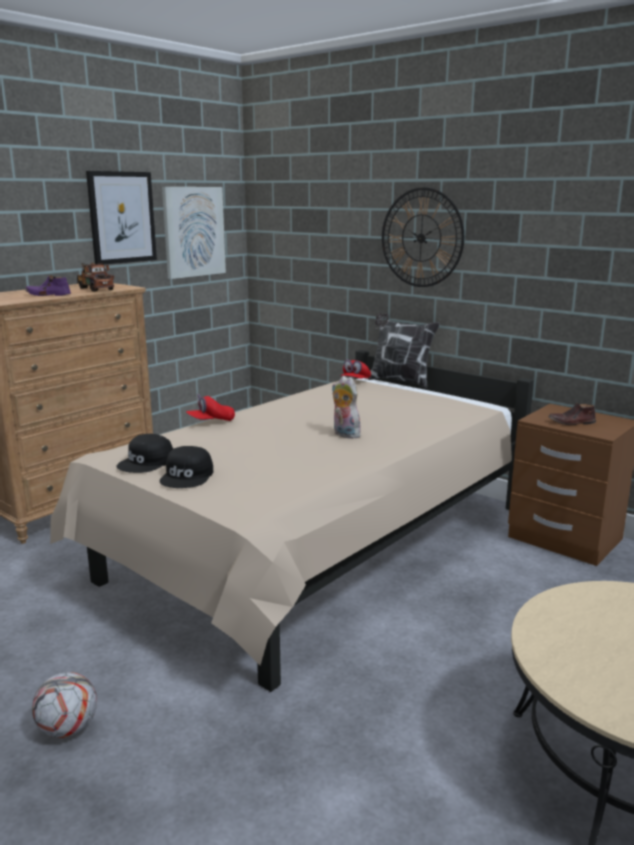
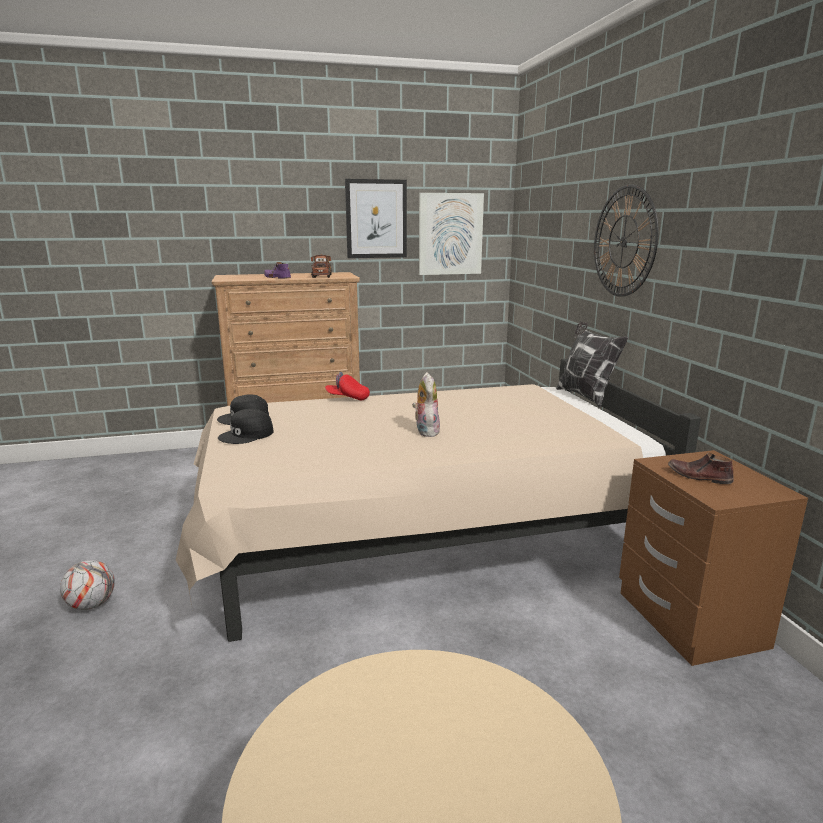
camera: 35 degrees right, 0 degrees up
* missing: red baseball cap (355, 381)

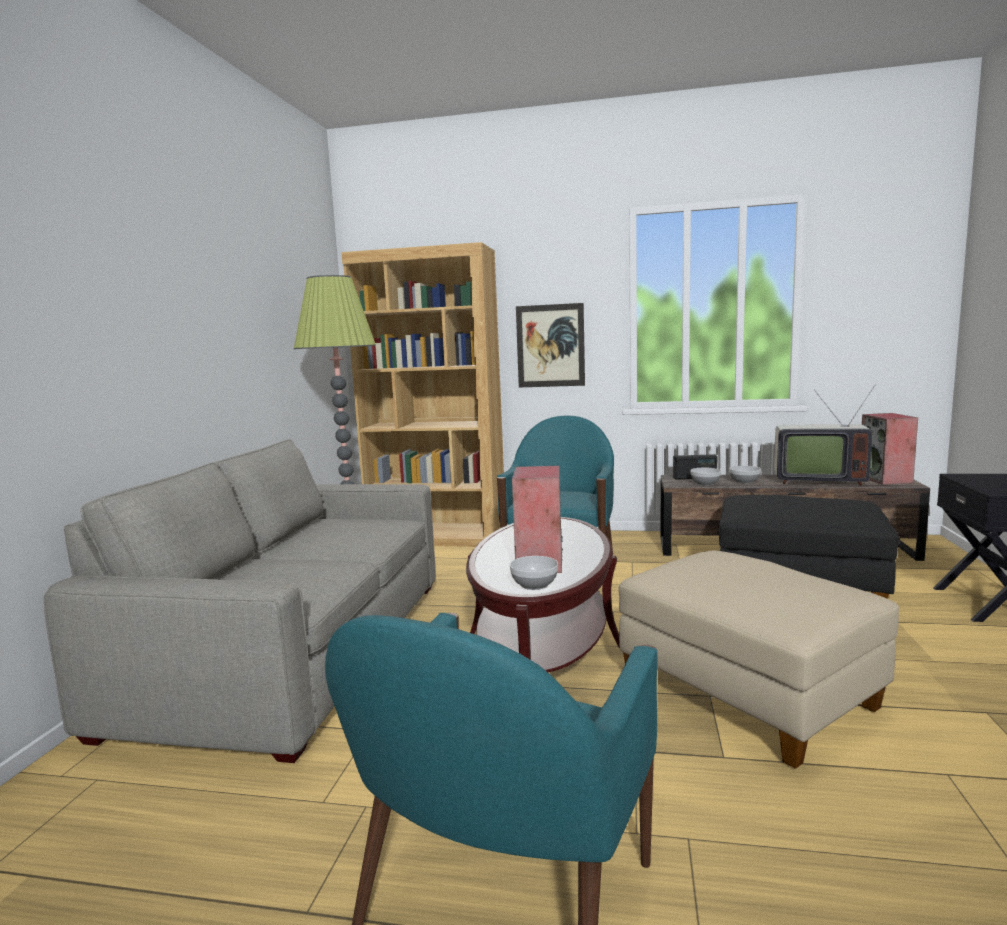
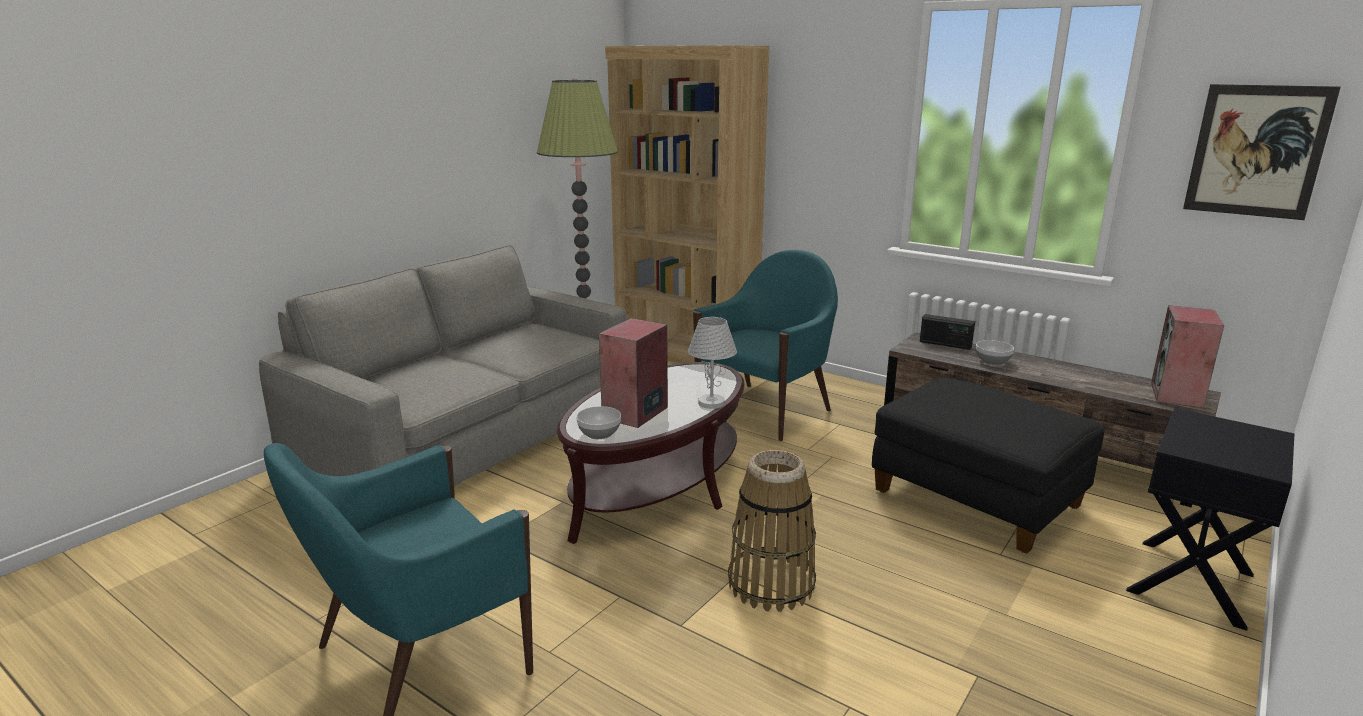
camera: 25 degrees right, 10 degrees up
* relocated: wall art (550, 346) to (1257, 151)
* missing: TV set (817, 480)
* missing: bowl (705, 483)
* exchanged: beige-coloured pouffe (748, 694) to household basket (771, 584)
* appeared: white table lamp (711, 403)

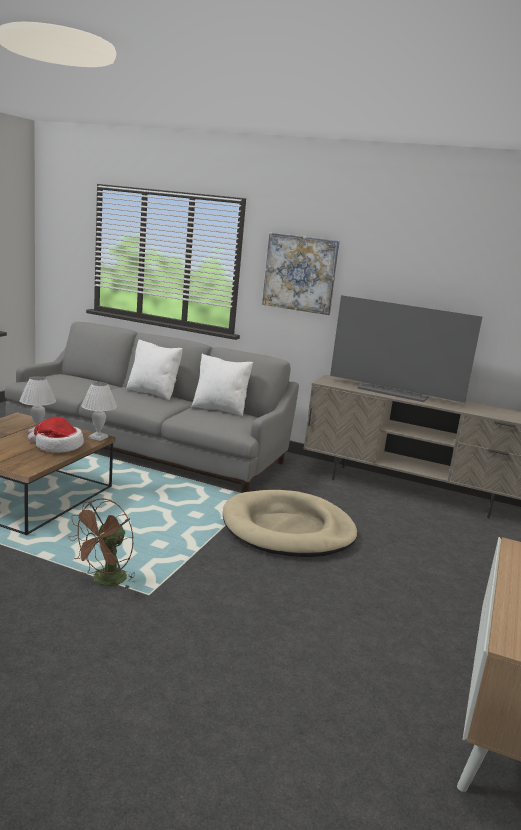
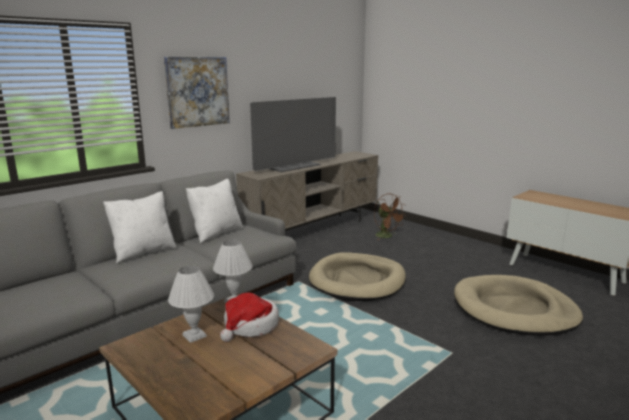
camera: 65 degrees left, 0 degrees up
* relocated: brown-coloured electric fan (105, 581) to (387, 236)
* appeared: beige-coloured dog bed (514, 310)

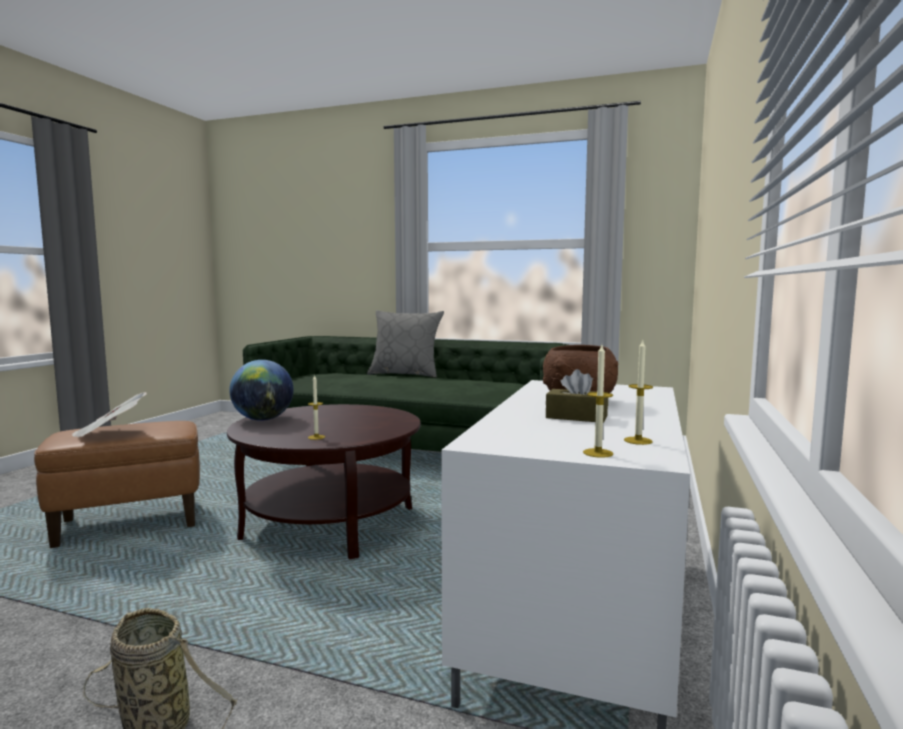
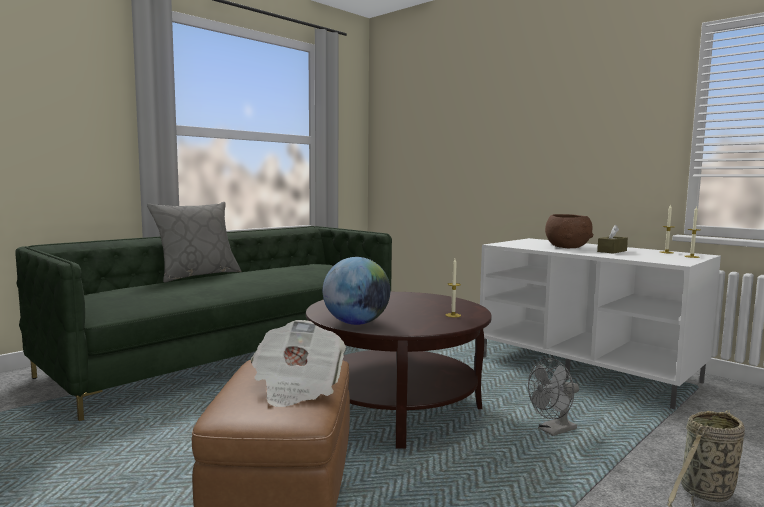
camera: 65 degrees left, 0 degrees up
* appeared: grey electric fan (553, 431)

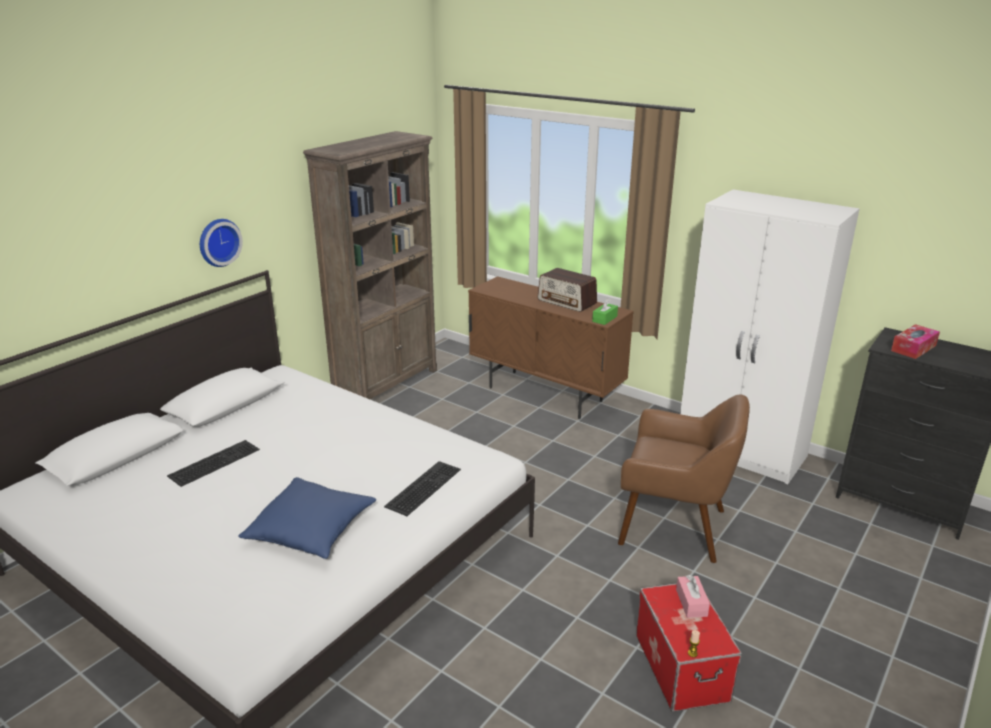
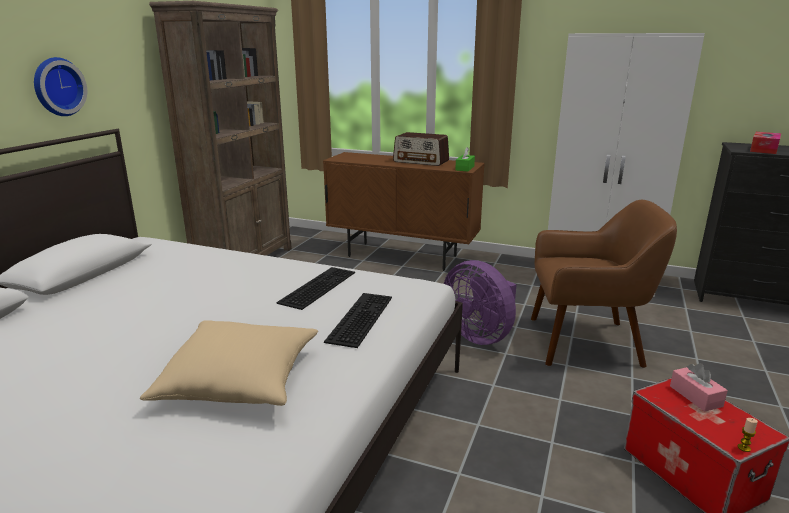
camera: 15 degrees left, 5 degrees down
* relocated: PC keyboard (214, 461) to (317, 286)
* colour: blue cushion (311, 530) to beige-coloured cushion (240, 380)
* appeared: purple electric fan (480, 335)

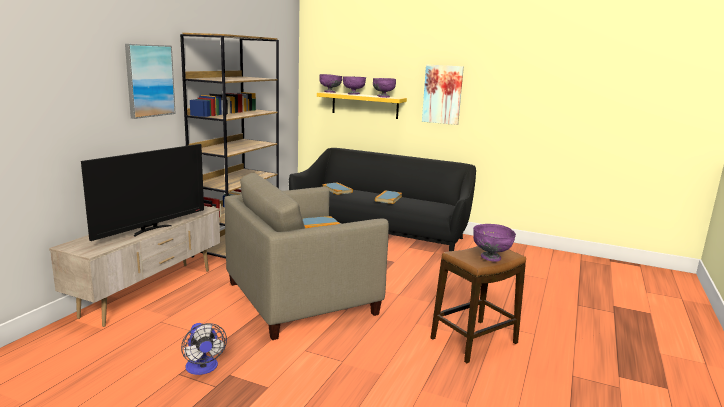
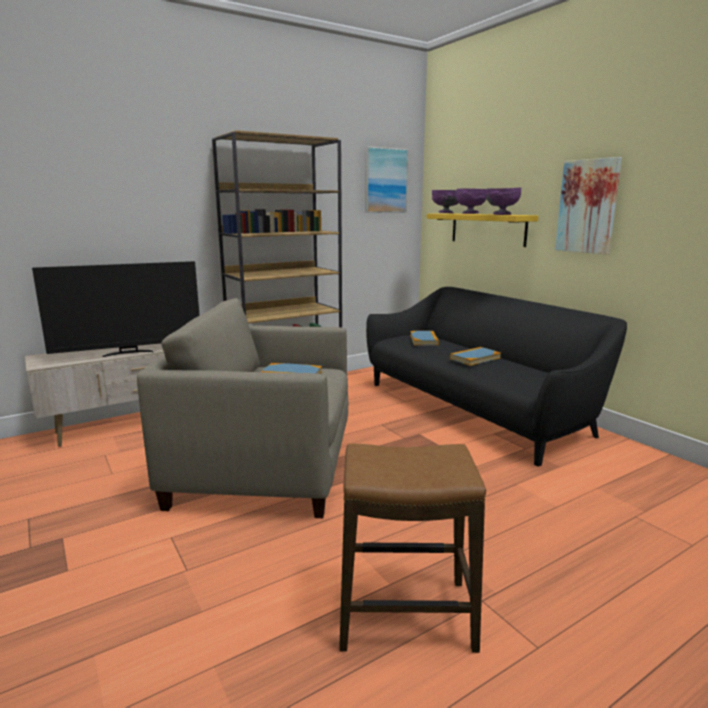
camera: 35 degrees right, 0 degrees up
* relocated: wall art (150, 80) to (385, 180)
* missing: purple bowl (490, 258)
* missing: electric fan (203, 368)

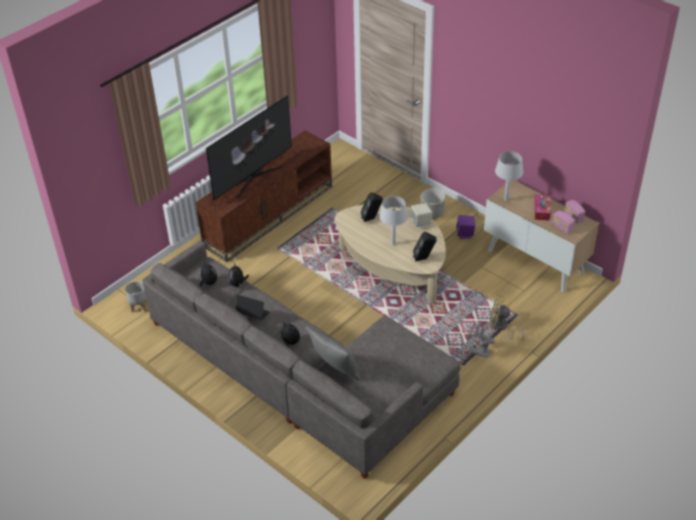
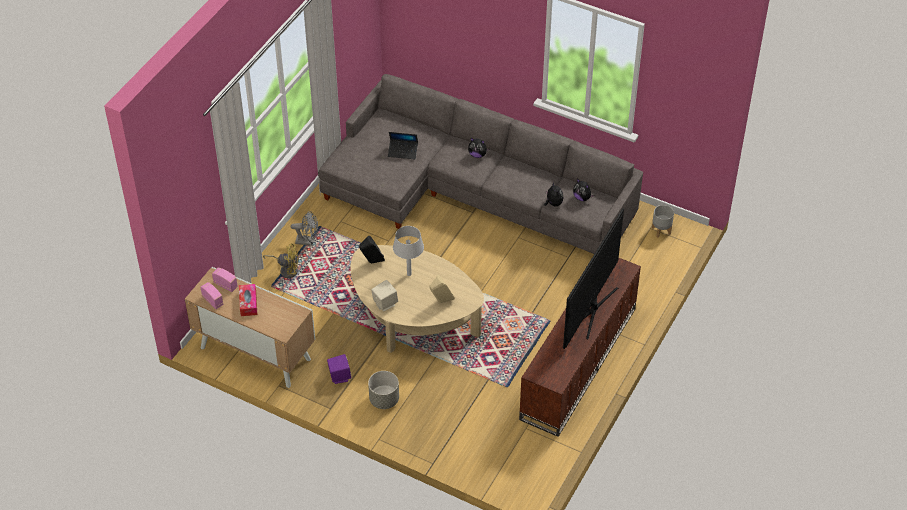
camera: 165 degrees right, 5 degrees up
* missing: grey table lamp (506, 199)
* colour: black loudspeaker (372, 218) to beige-coloured loudspeaker (441, 301)
* relocated: laptop (253, 314) to (403, 152)
* missing: grey cushion (335, 370)

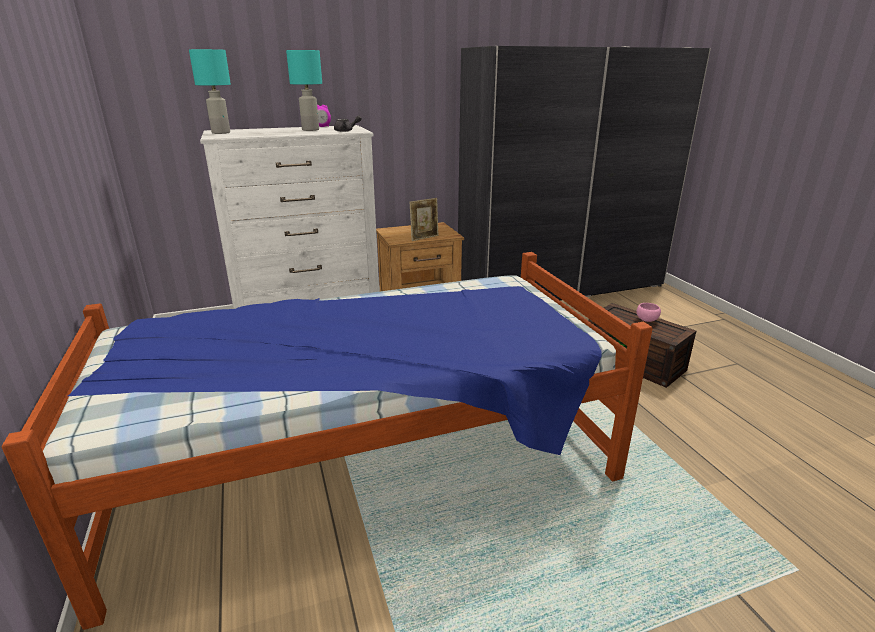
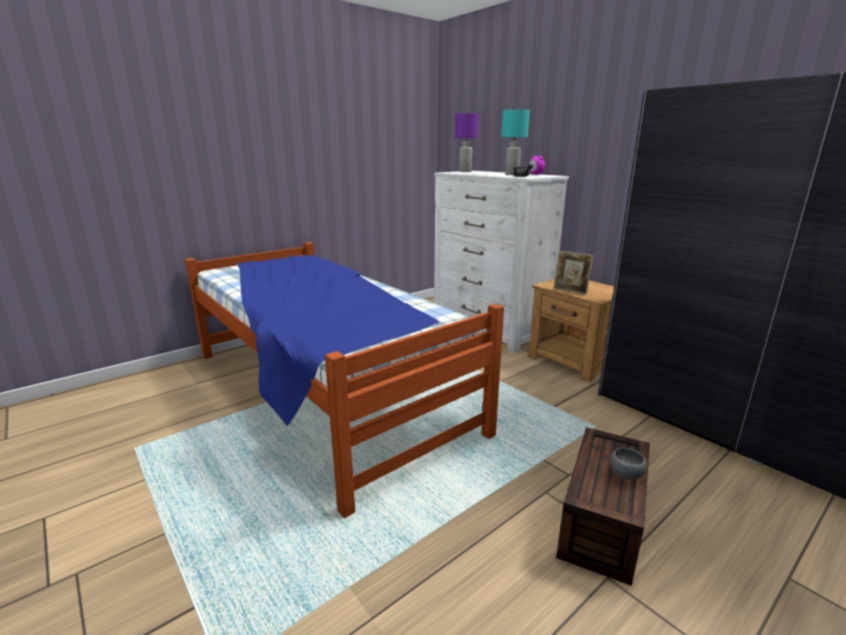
camera: 70 degrees right, 5 degrees down
* colour: turquoise-coloured table lamp (220, 133) to purple table lamp (465, 171)
* colour: pinkish bowl (646, 319) to grey bowl (626, 474)

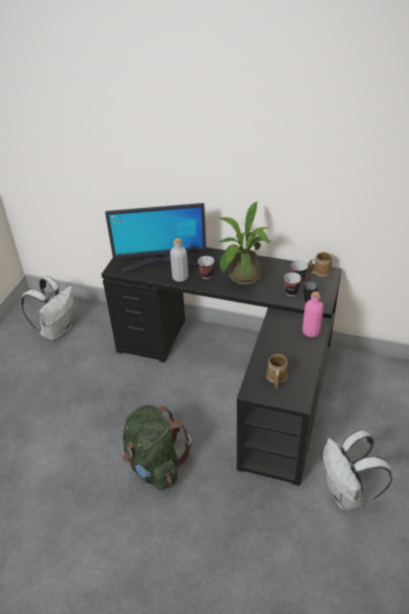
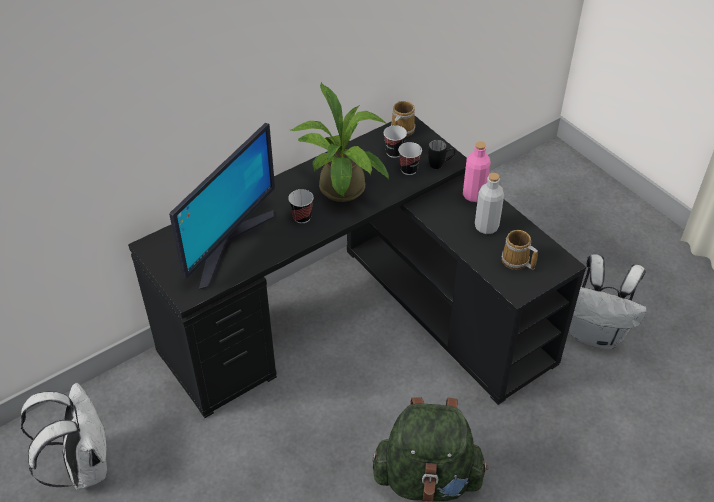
camera: 55 degrees left, 5 degrees up
* relocated: grey beverage bottle (180, 277) to (486, 227)

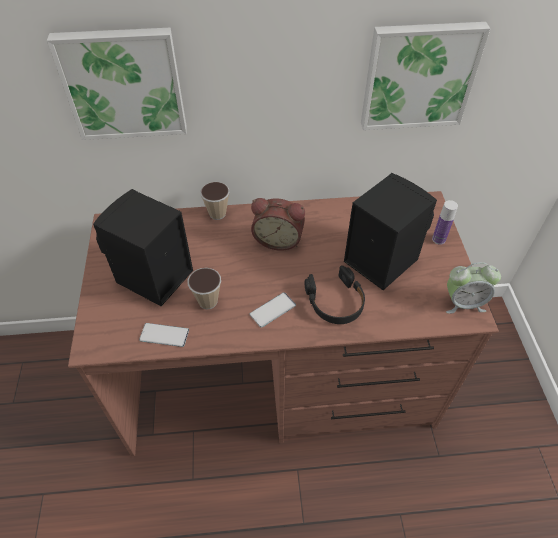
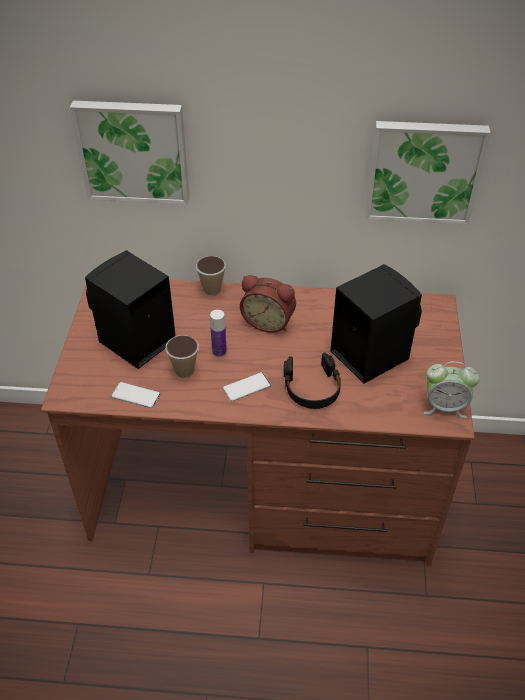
camera: 10 degrees right, 5 degrees down
* relocated: beverage bottle (438, 239) to (219, 352)

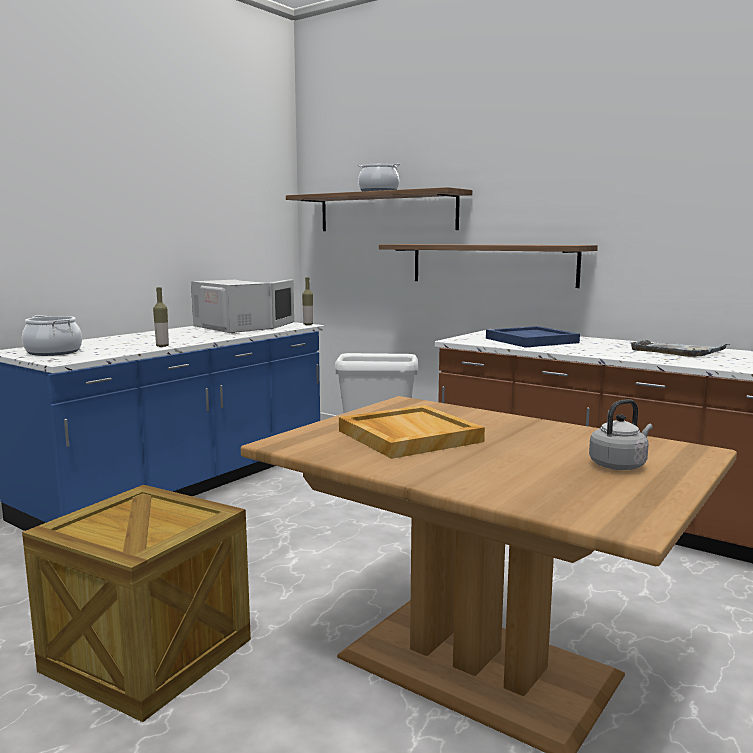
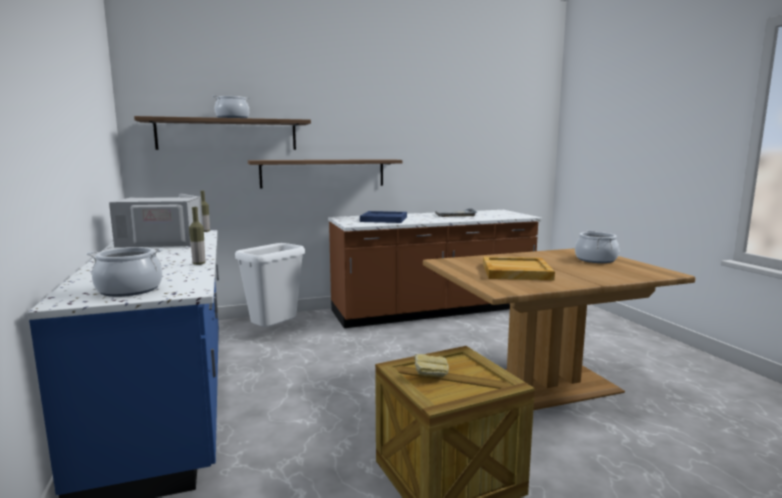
camera: 55 degrees left, 0 degrees up
* exchanged: grey kettle (619, 465) to saucepot (595, 260)
* appeared: baked bread (430, 376)

